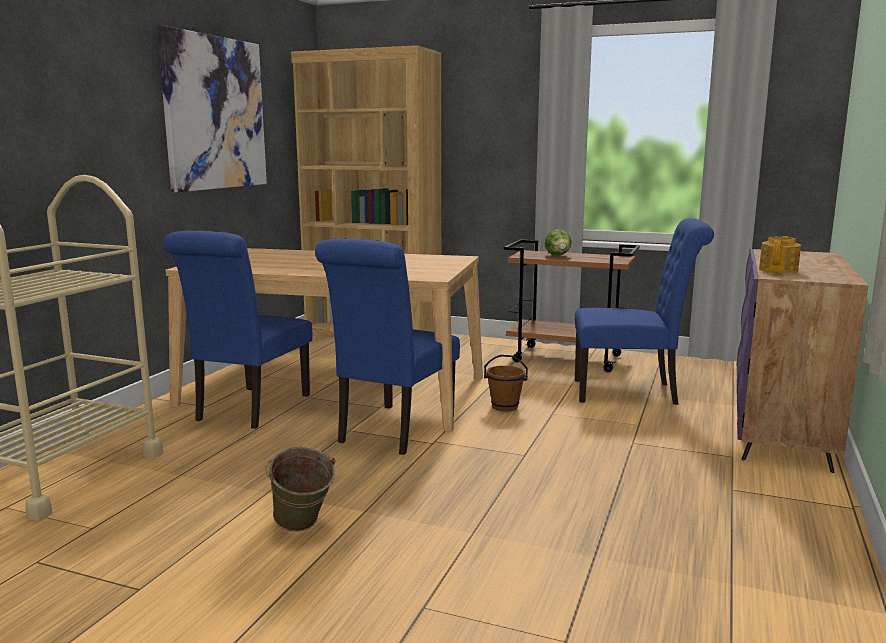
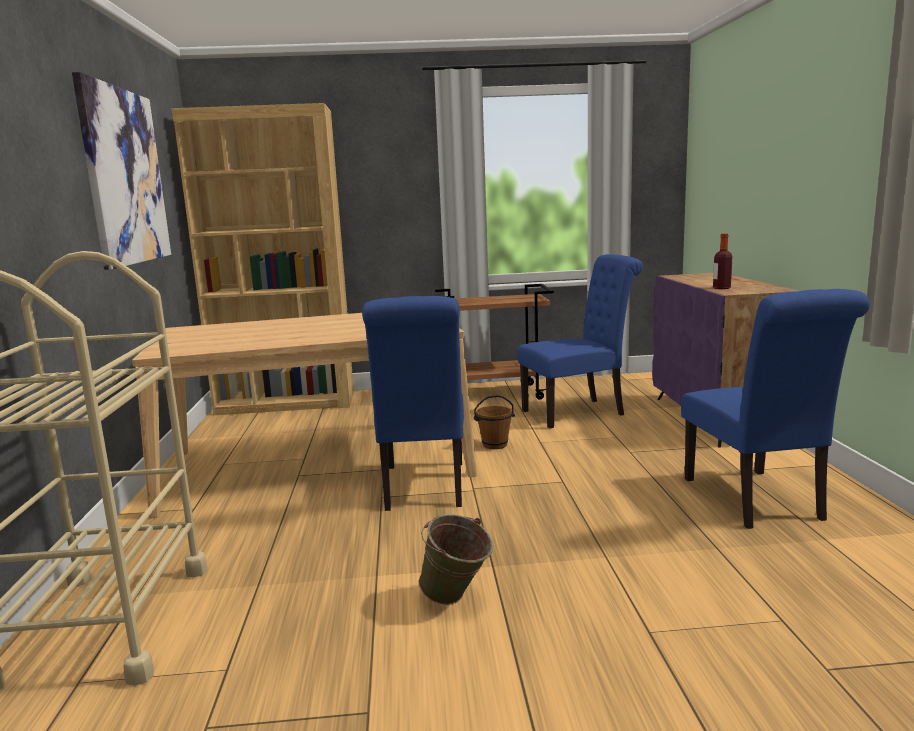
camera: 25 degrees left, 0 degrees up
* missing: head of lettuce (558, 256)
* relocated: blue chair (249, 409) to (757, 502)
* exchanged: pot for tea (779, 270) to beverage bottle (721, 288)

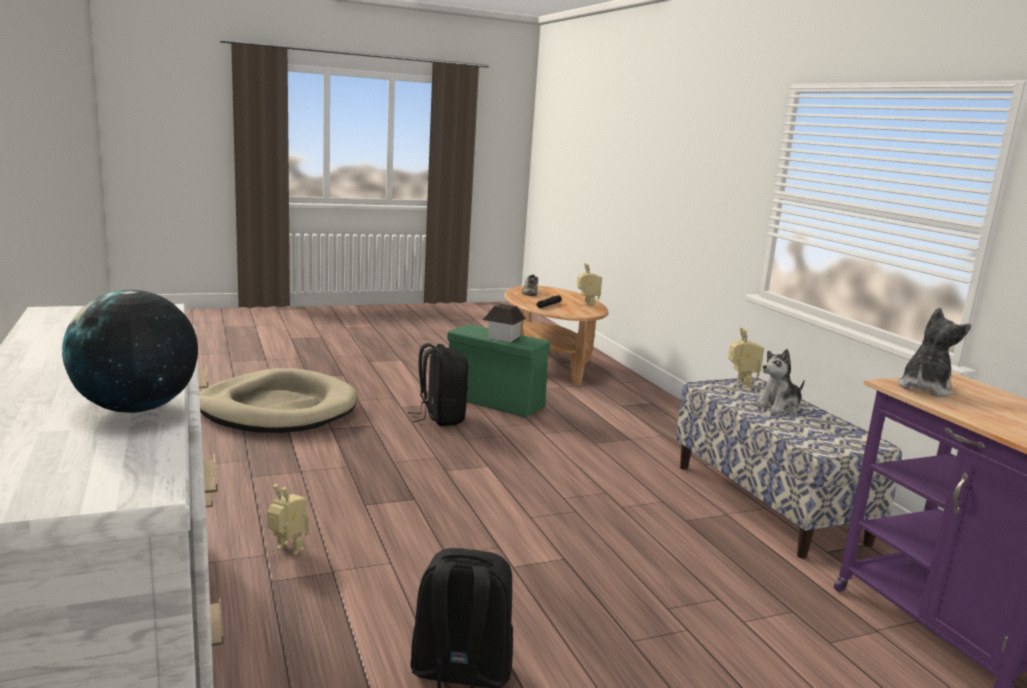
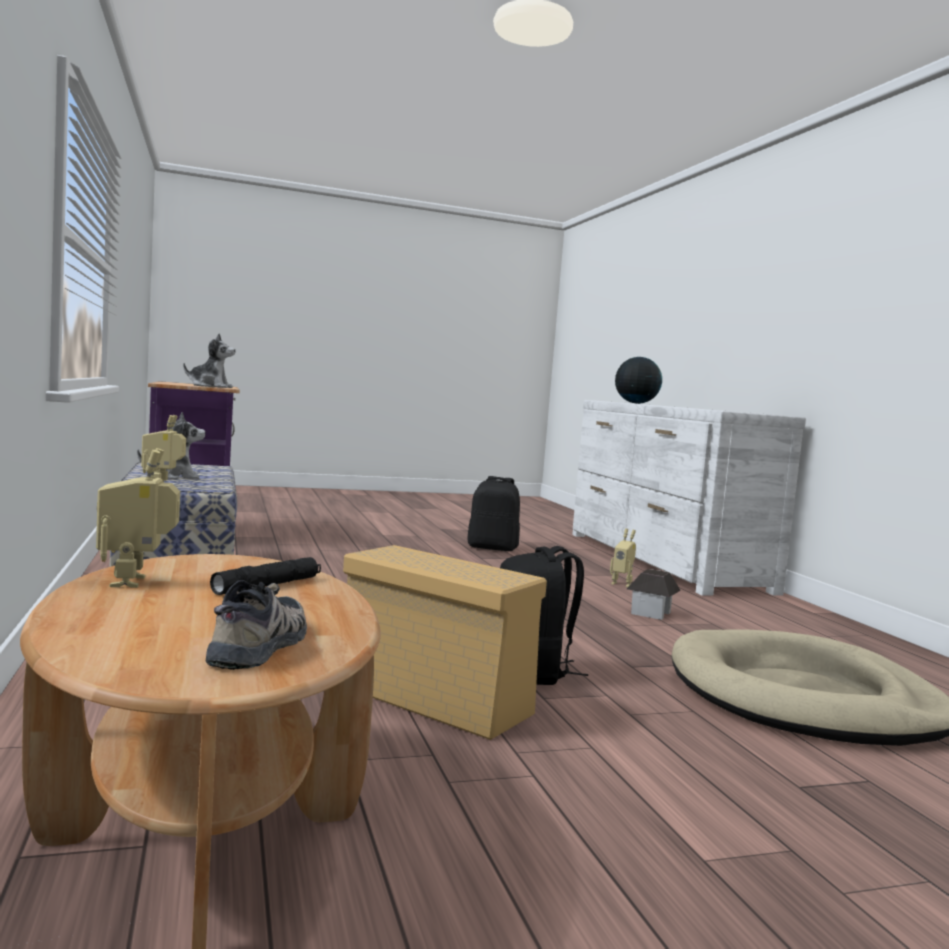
camera: 175 degrees left, 10 degrees down
* relocated: model house (503, 337) to (651, 613)
* spun: cuddly toy (924, 388) = (210, 386) 135 degrees counterclockwise
* colour: green-coloured storage container (496, 401) to beige-coloured storage container (429, 699)

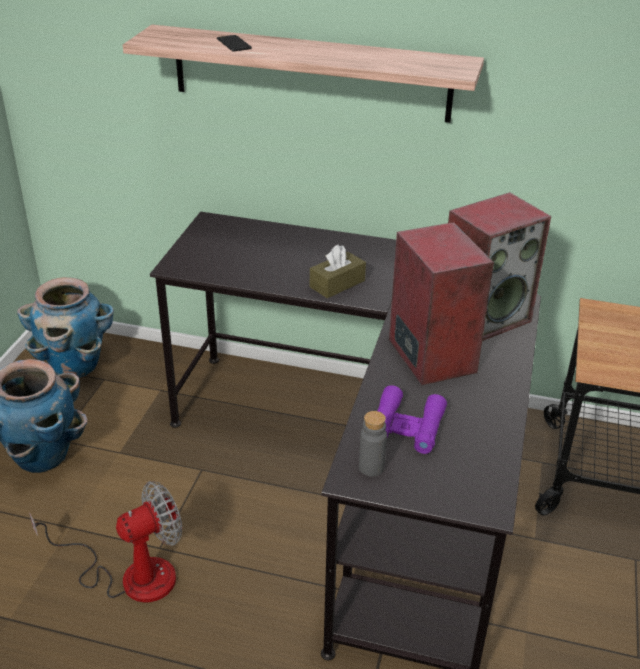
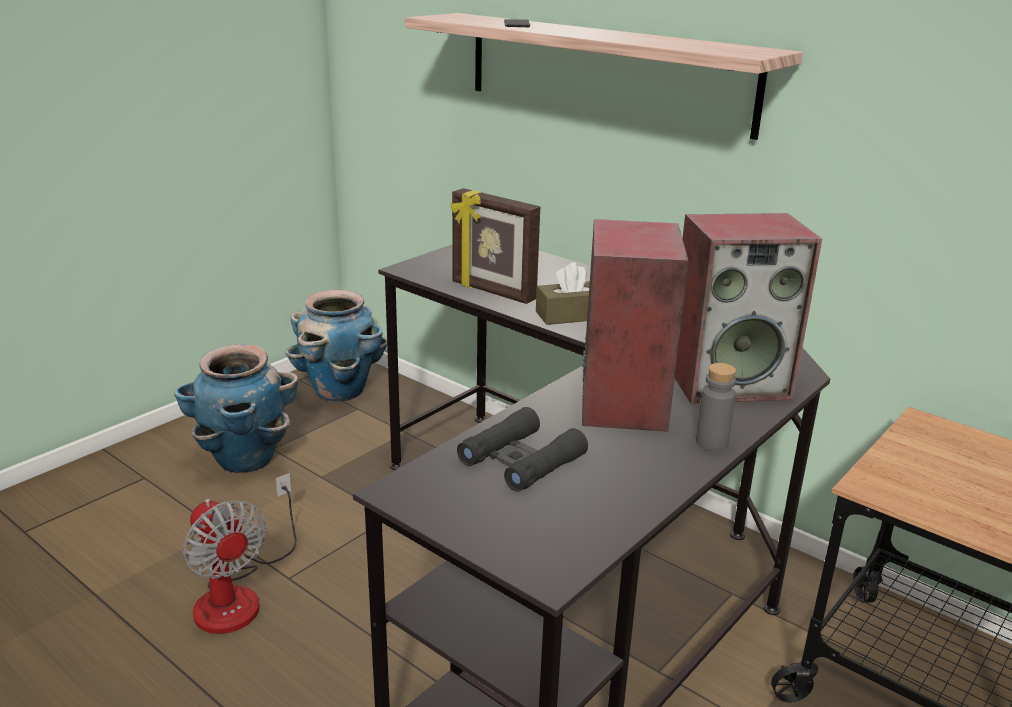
camera: 25 degrees right, 10 degrees down
* colour: purple field glasses (406, 427) to black field glasses (521, 460)
* relocated: grey beverage bottle (371, 467) to (711, 442)
* spun: electric fan (131, 575) = (239, 594) 60 degrees clockwise
* appeared: photo frame (492, 292)

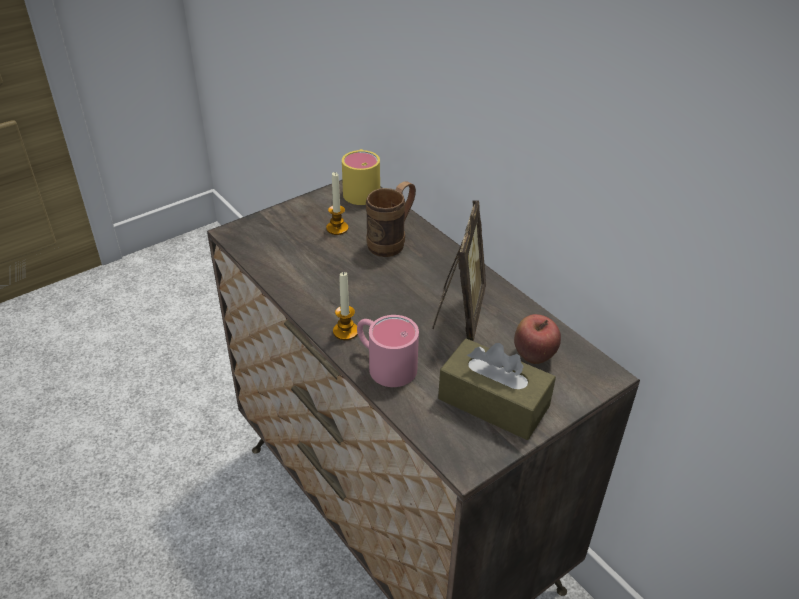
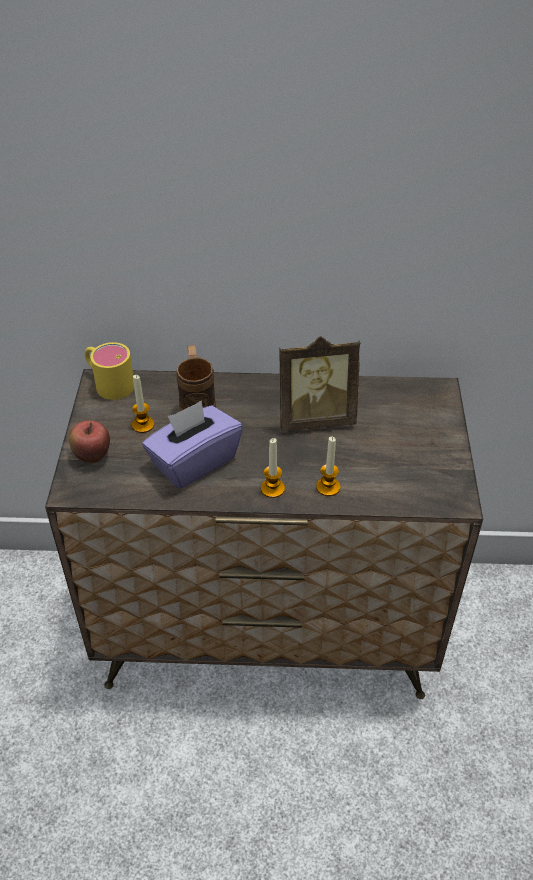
camera: 50 degrees left, 5 degrees up
* spun: photo frame (458, 313) = (315, 418) 120 degrees clockwise
* relocated: apple (533, 357) to (92, 456)
* exchanged: pinkish tea mug (384, 363) to candle (328, 487)
* missing: brown-coloured tissue box (493, 402)
* appeared: purple tissue box (194, 461)

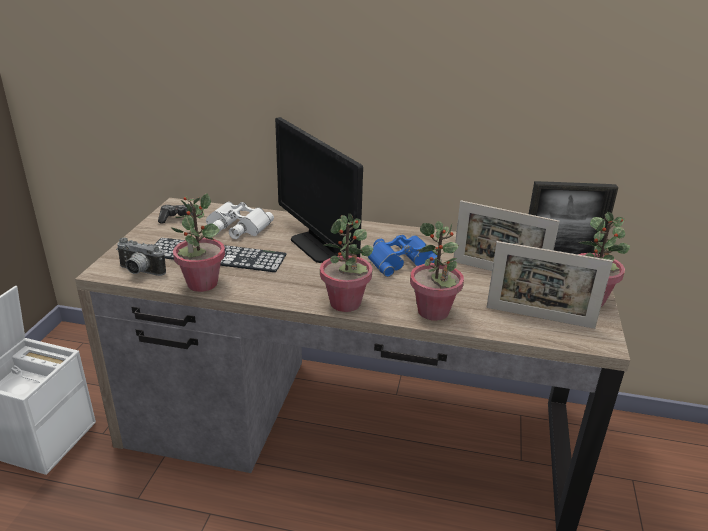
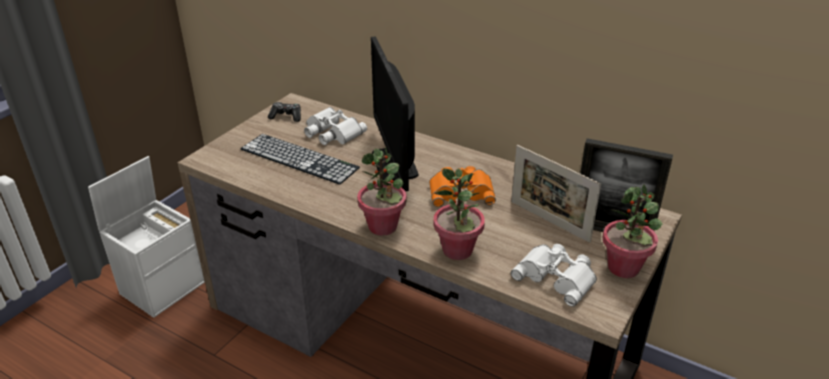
camera: 20 degrees right, 5 degrees up
* missing: houseplant (202, 284)
* colour: blue field glasses (400, 259) to orangey field glasses (461, 191)
* missing: photo camera (139, 272)
* exchanged: photo frame (539, 317) to white field glasses (557, 276)

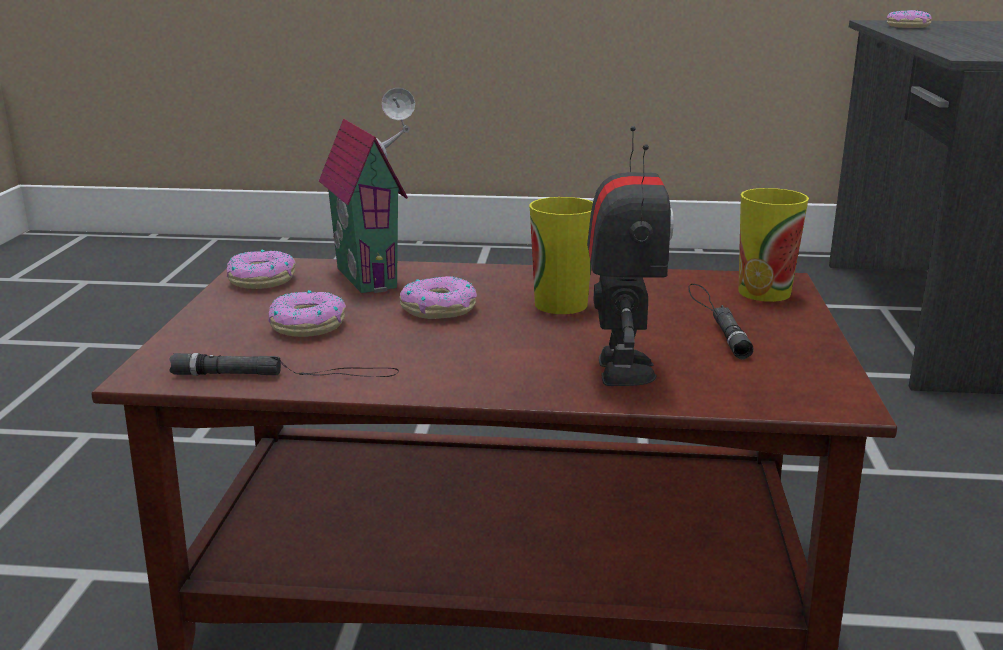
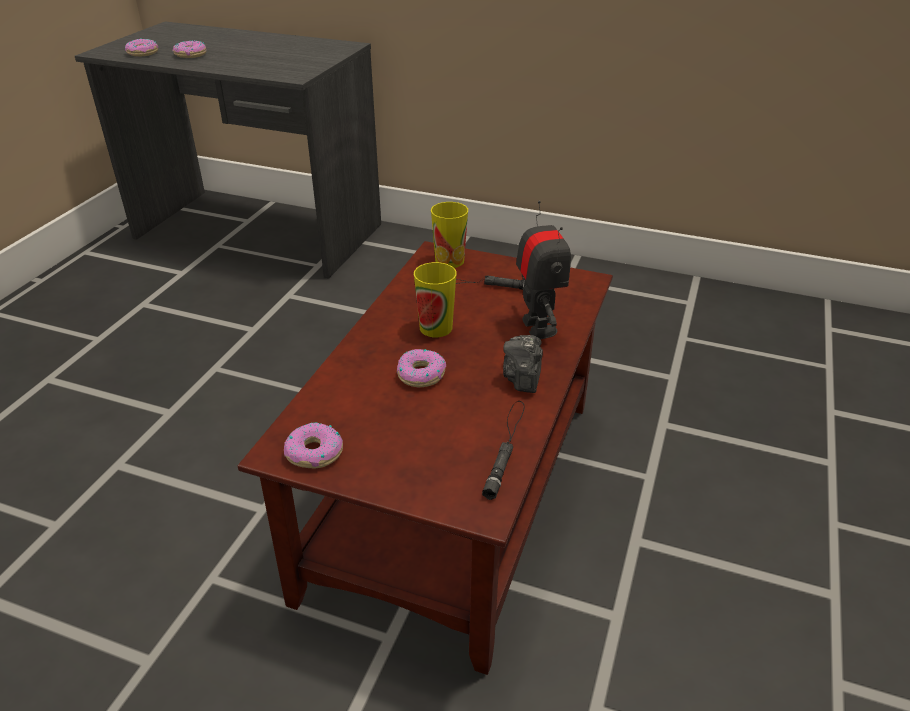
camera: 75 degrees left, 15 degrees up
* missing: model house (372, 277)
* spun: robot figure (622, 370) = (538, 327) 60 degrees clockwise
* relocated: doughnut (307, 325) to (190, 55)
* appeared: photo camera (523, 377)

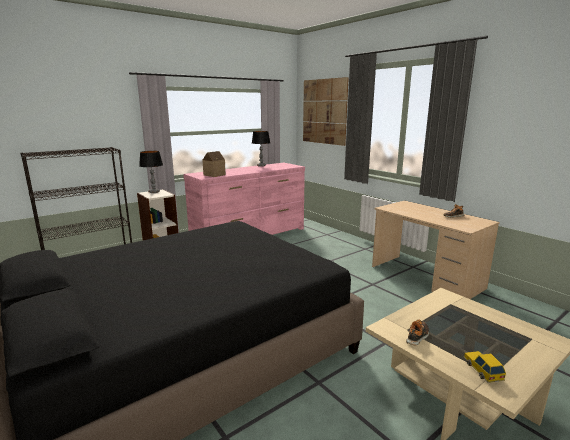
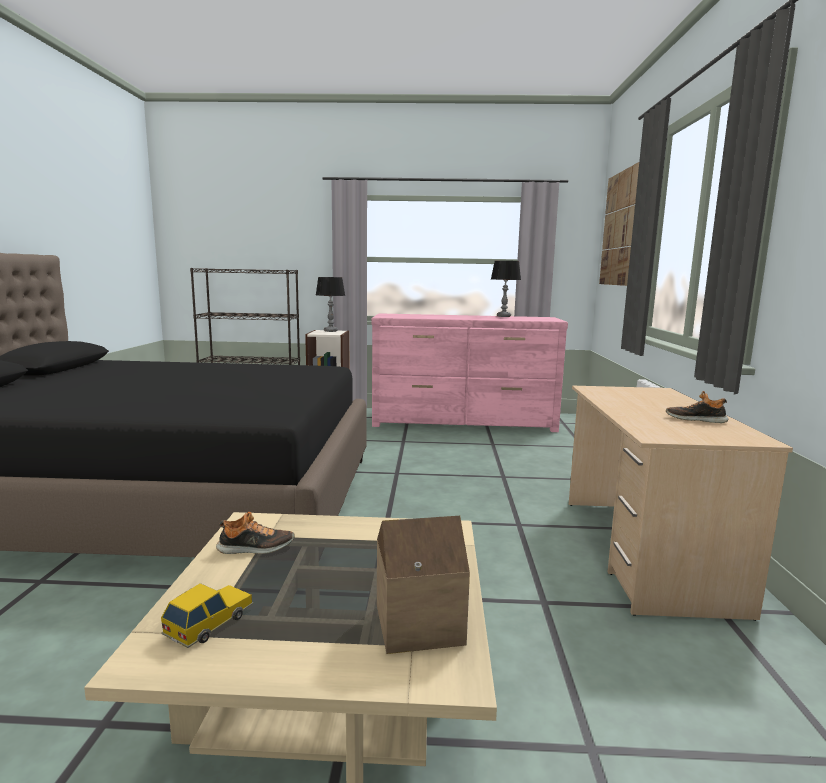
camera: 40 degrees right, 5 degrees down
* relocated: model house (213, 175) to (417, 621)

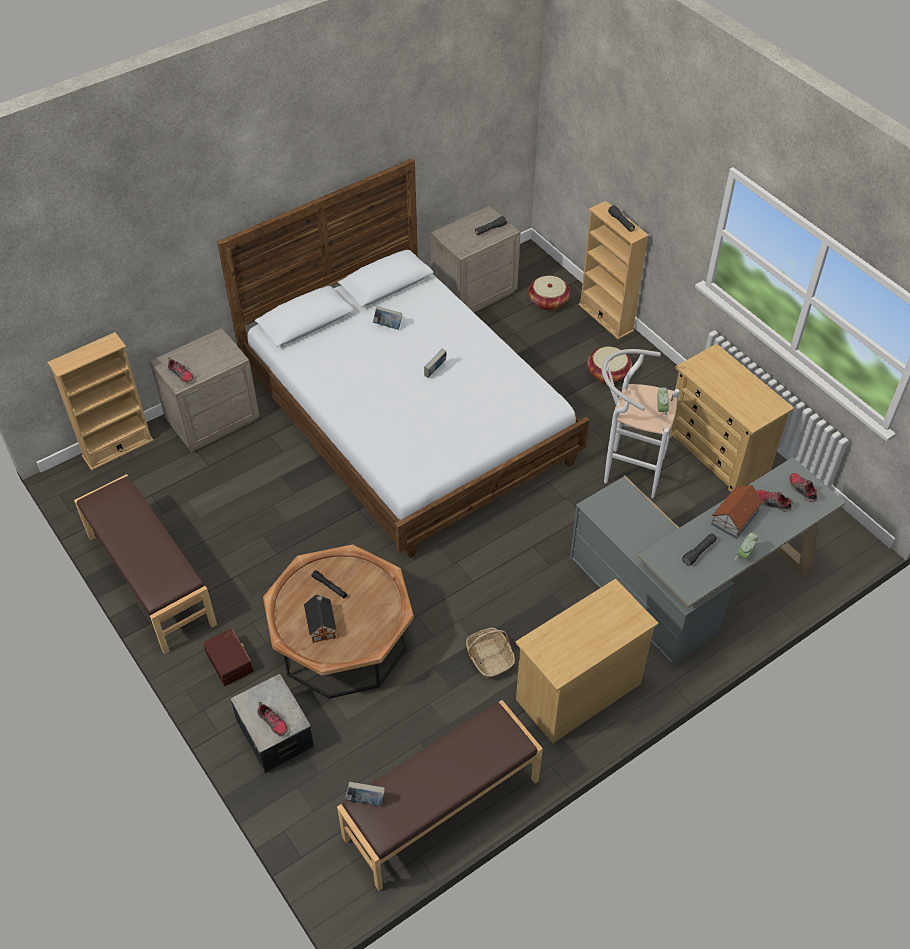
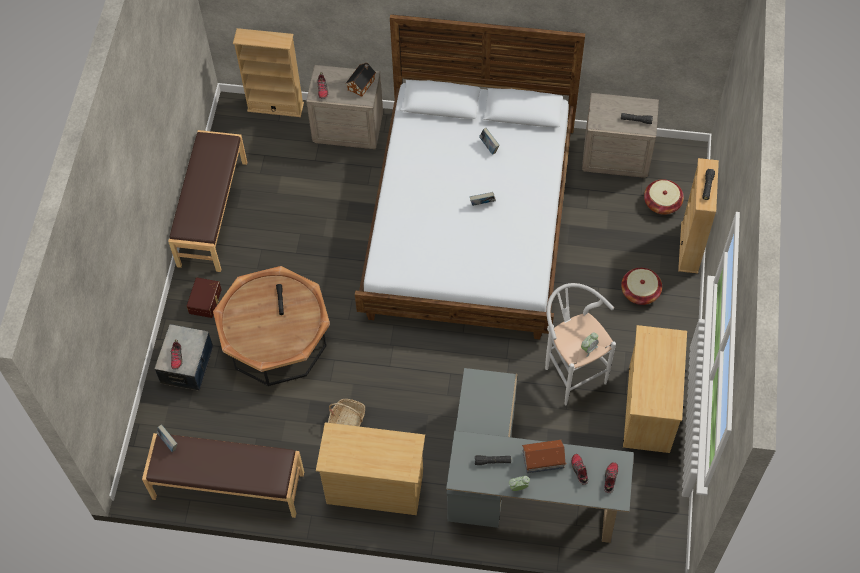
camera: 45 degrees right, 10 degrees up
* relocated: model house (321, 624) to (362, 84)

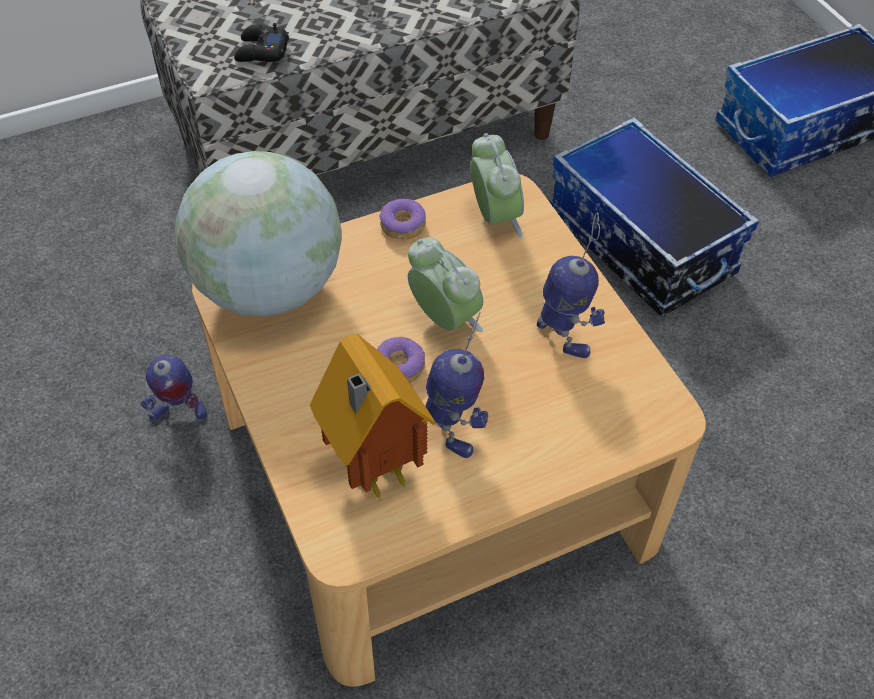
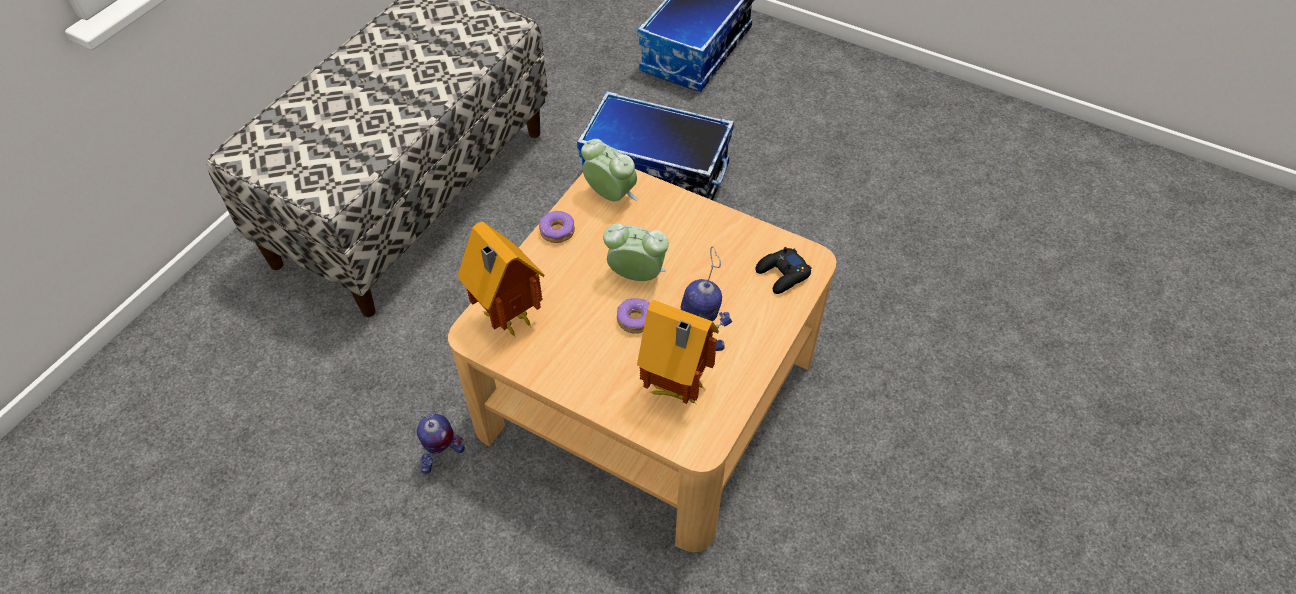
camera: 35 degrees left, 0 degrees up
* relocated: black joypad (261, 51) to (782, 275)
* exchanged: desk globe (268, 288) to model house (507, 319)
* missing: robot figure (564, 335)

